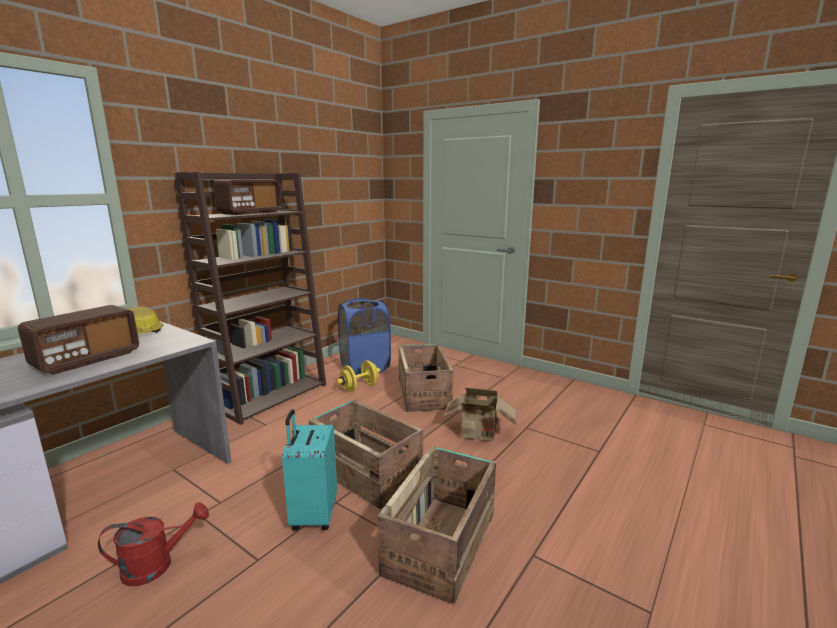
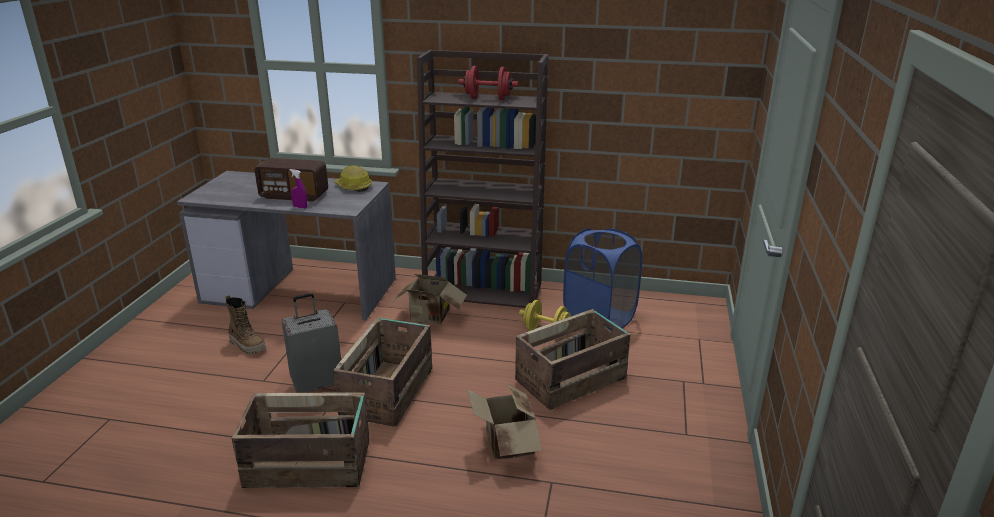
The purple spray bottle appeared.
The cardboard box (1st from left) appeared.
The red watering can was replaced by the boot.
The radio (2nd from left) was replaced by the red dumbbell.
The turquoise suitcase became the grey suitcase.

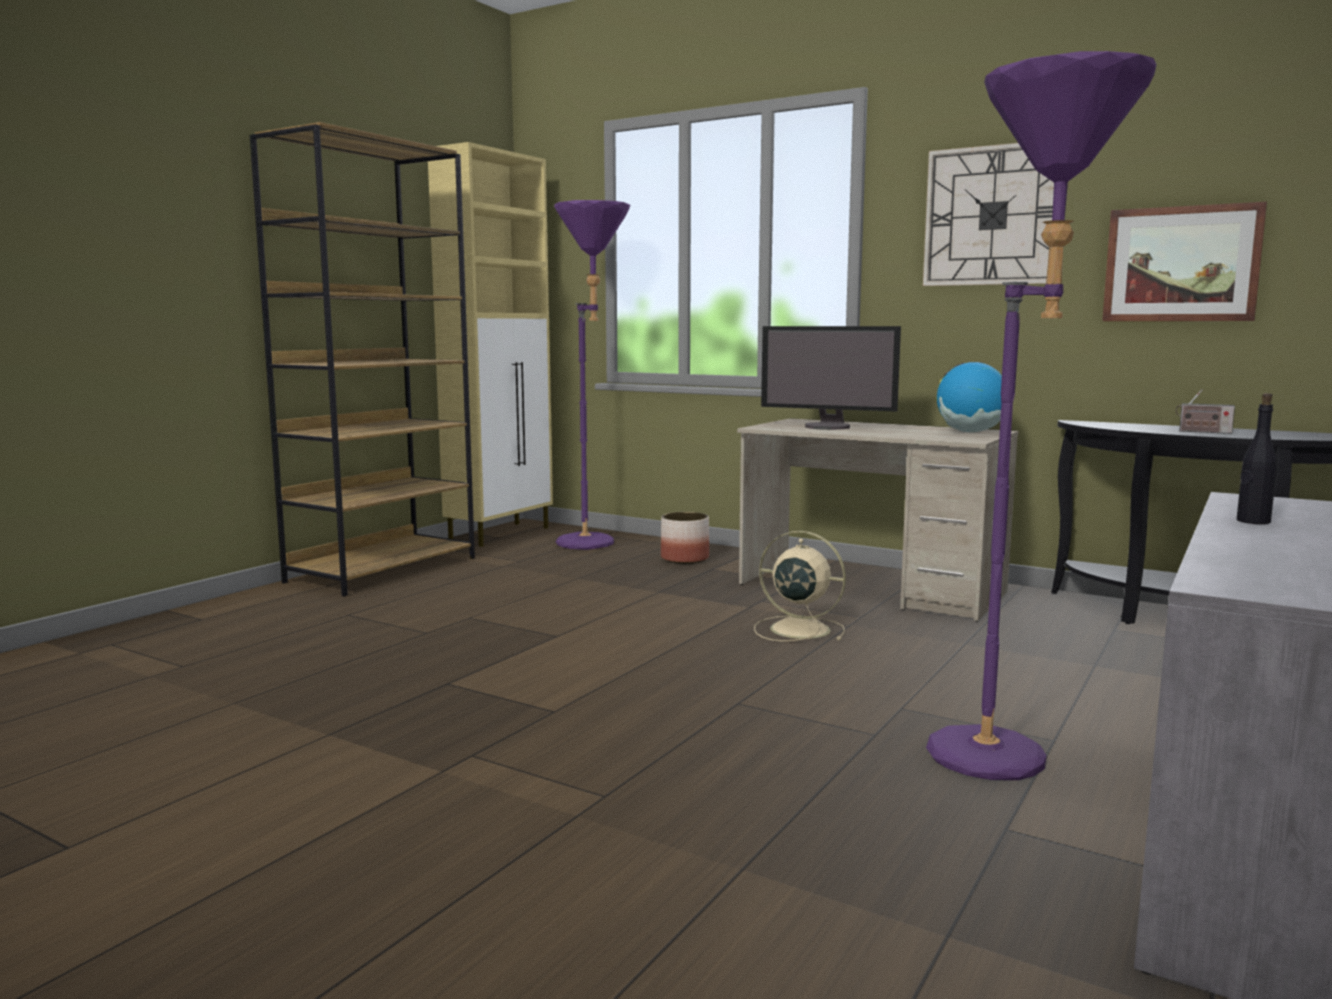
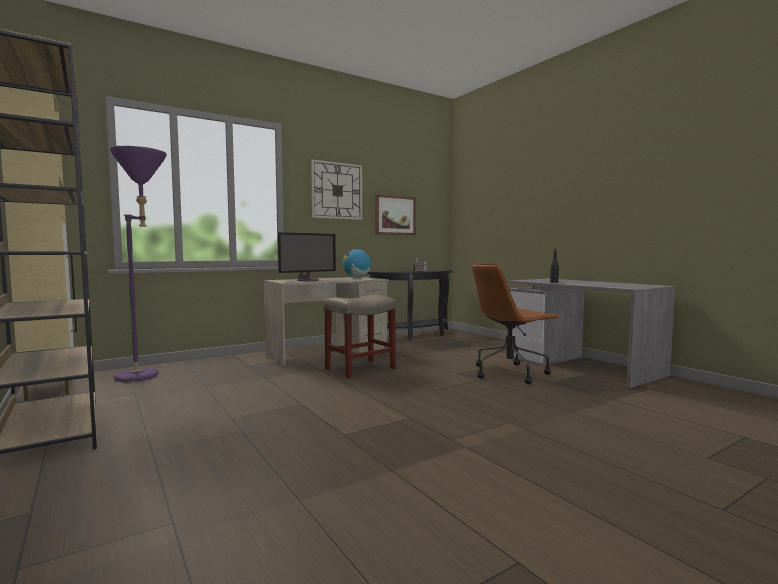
The planter disappeared.
The beige fan was replaced by the beige stool.
The purple floor lamp (2nd from left) was replaced by the brown office chair.

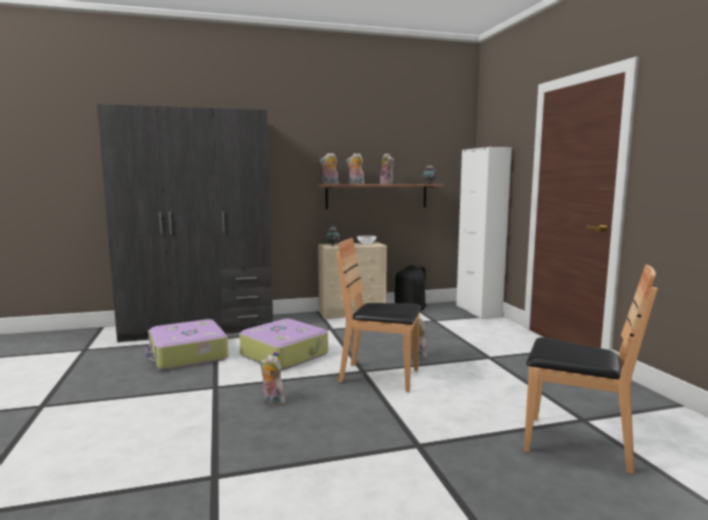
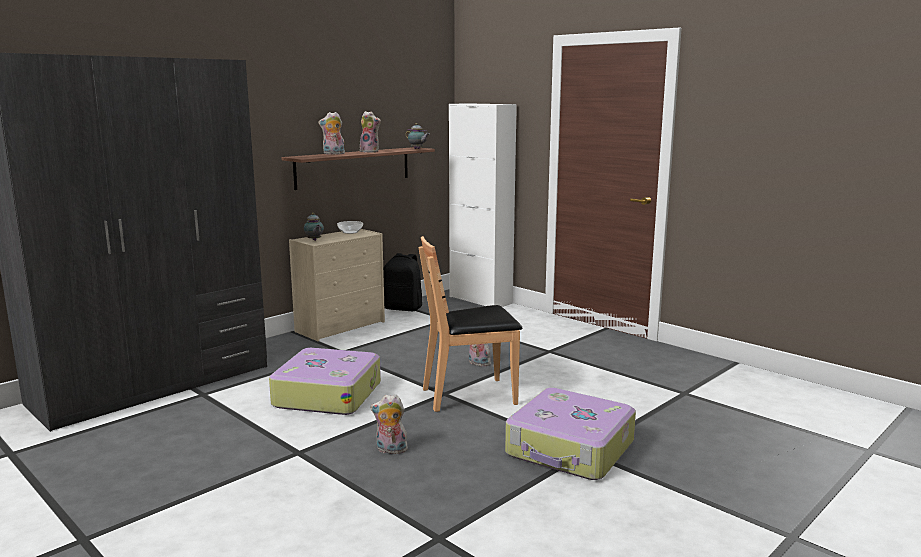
The plush toy (2nd from left) disappeared.
The brown chair (2nd from left) disappeared.
The suitcase (1st from left in the first image) moved.

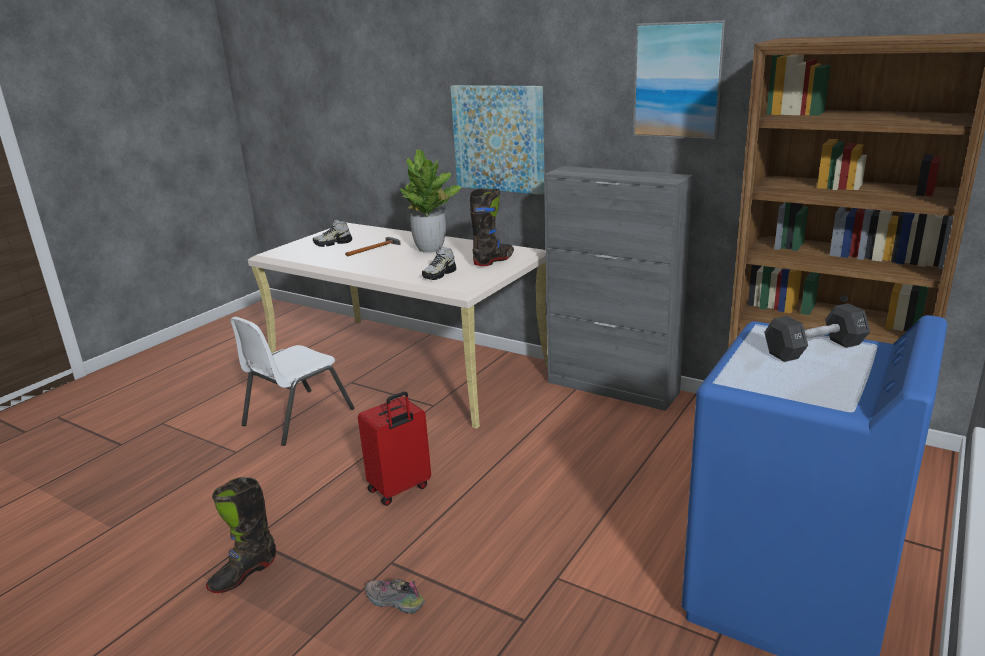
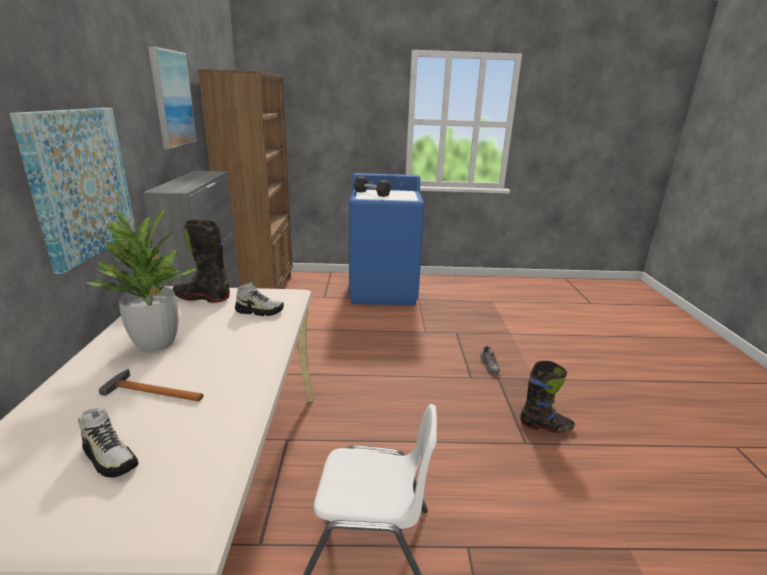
The red suitcase disappeared.

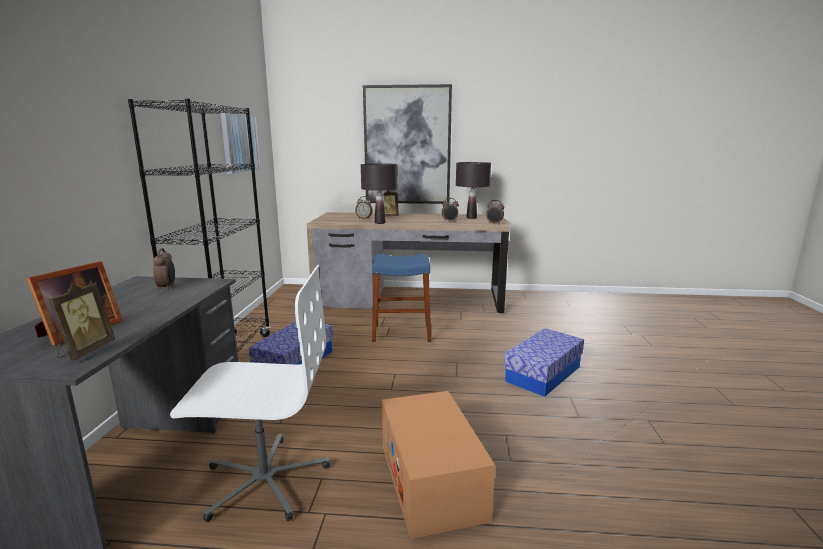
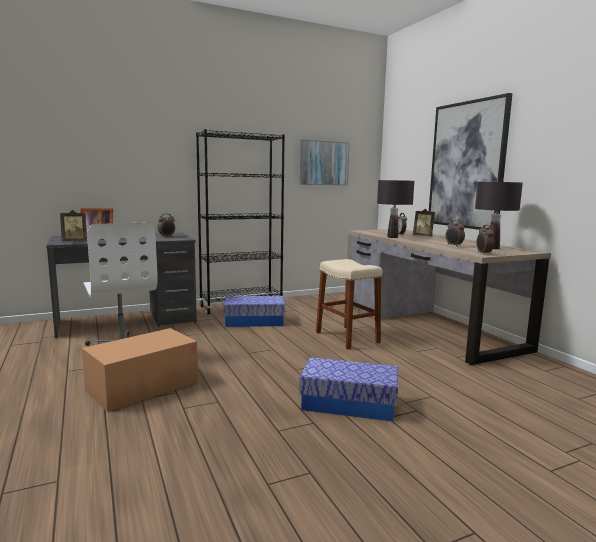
The blue stool became the beige stool.

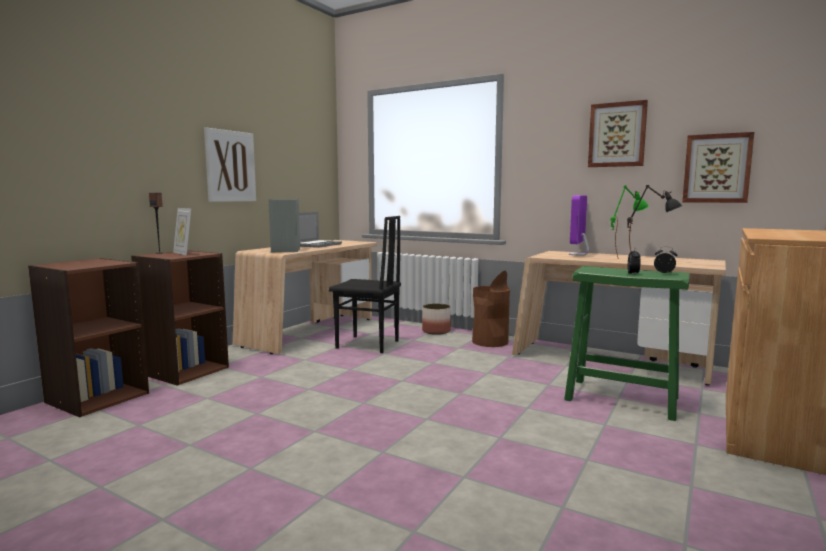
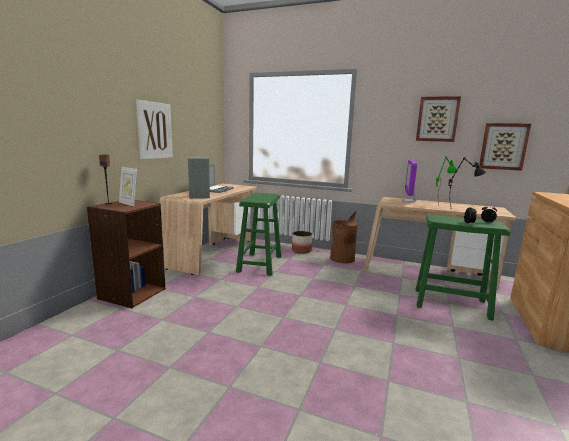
The brown bookcase (1st from left) disappeared.
The black chair was replaced by the green stool (1st from left).

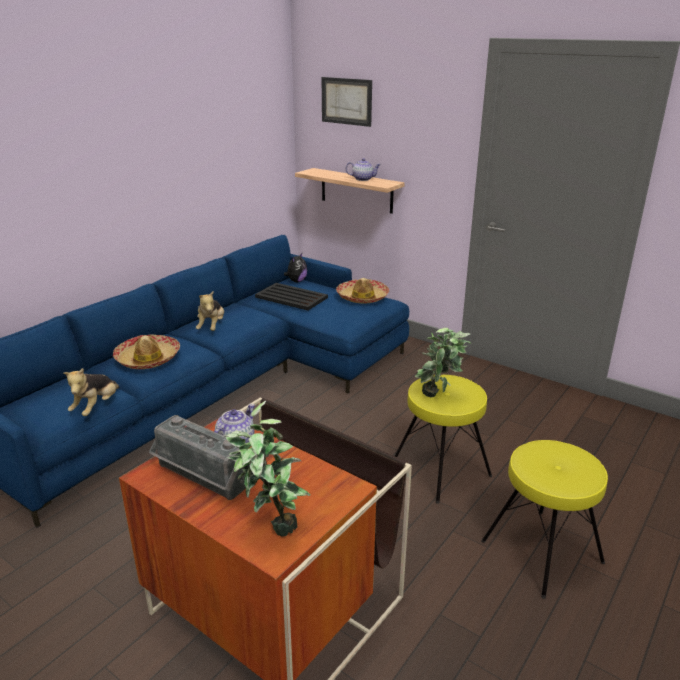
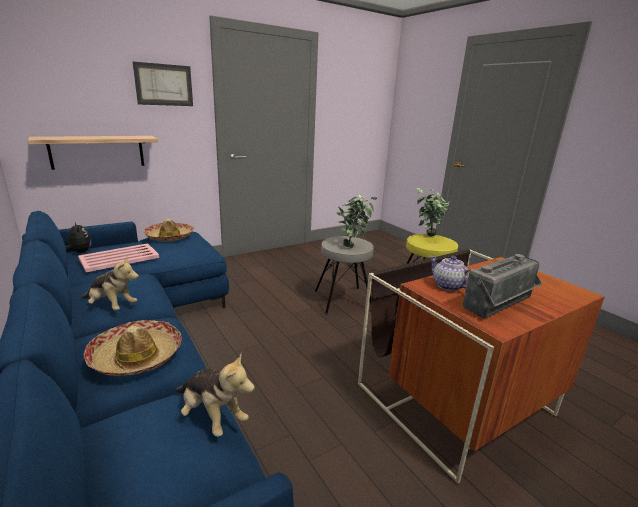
The teapot (2nd from left) disappeared.
The potted plant (1st from left in the first image) moved.
The picture moved.
The black tray became the pink tray.
The yellow stool (1st from left) became the grey stool.

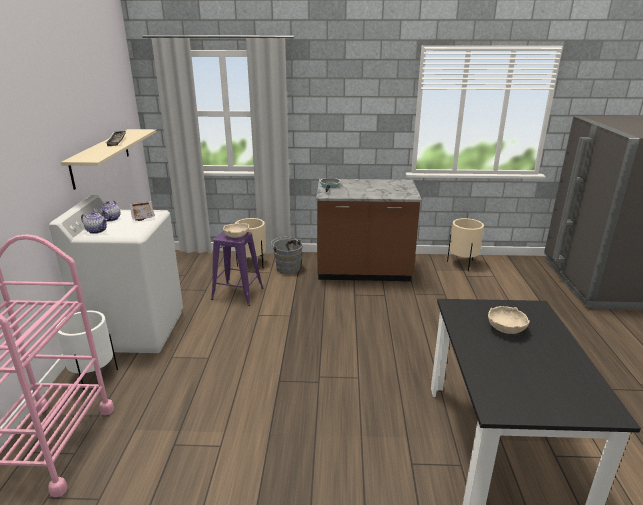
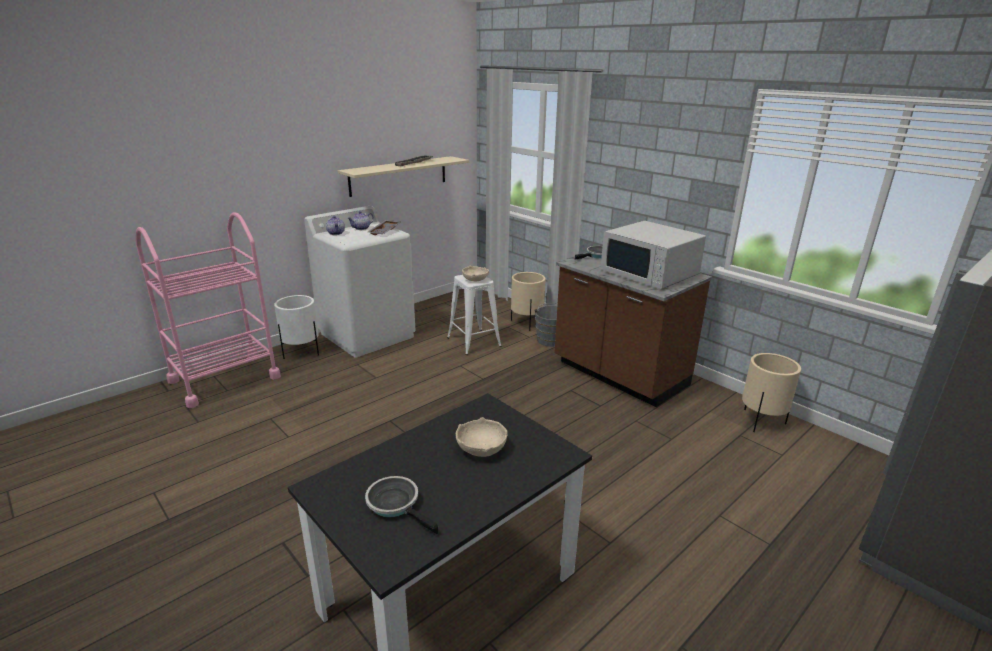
The frying pan (1st from left) appeared.
The white microwave appeared.
The purple stool became the white stool.

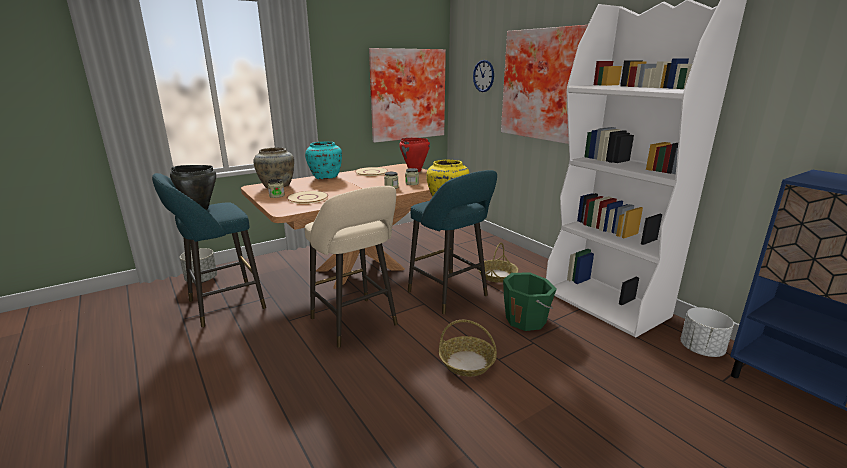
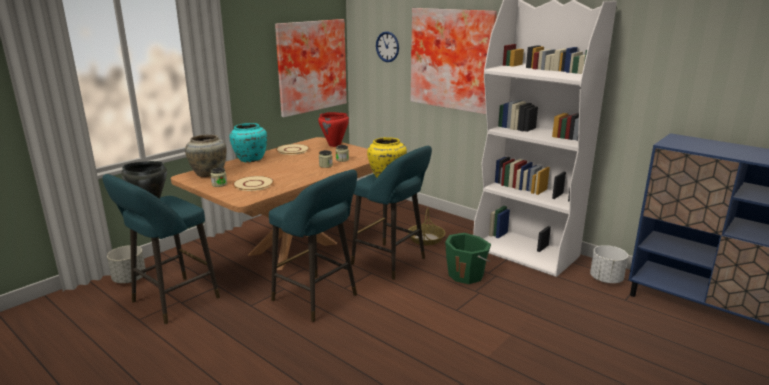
The basket (1st from left) disappeared.
The beige stool became the turquoise stool (2nd from left).

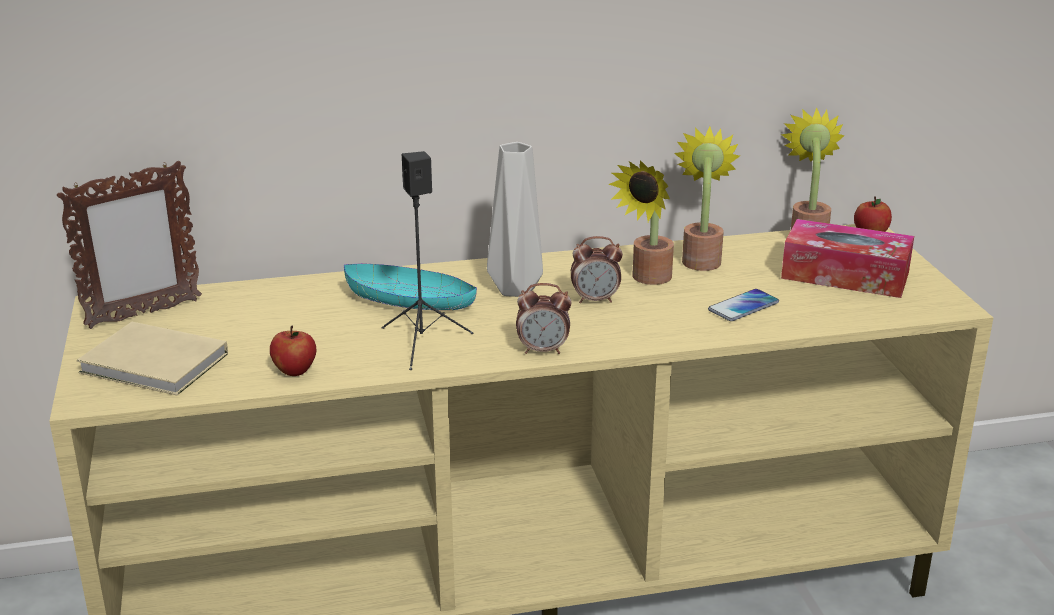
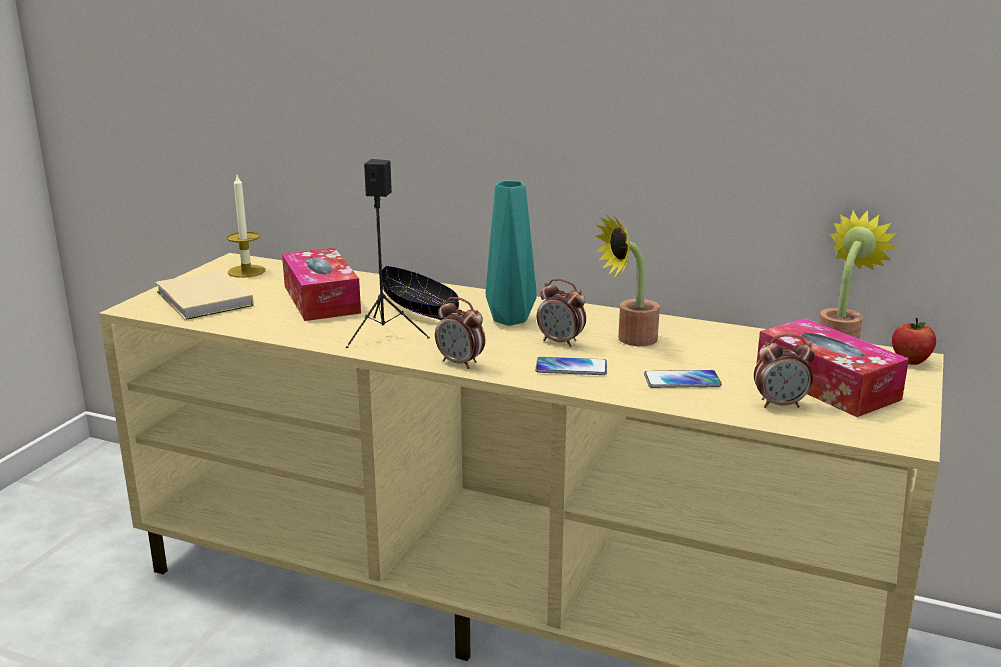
The apple (1st from left) disappeared.
The potted plant (2nd from left) disappeared.
The tissue box (1st from left) appeared.
The phone (1st from left) appeared.
The alarm clock (3rd from left) appeared.
The picture frame was replaced by the candle.
The turquoise bowl became the black bowl.
The grey vase became the turquoise vase.

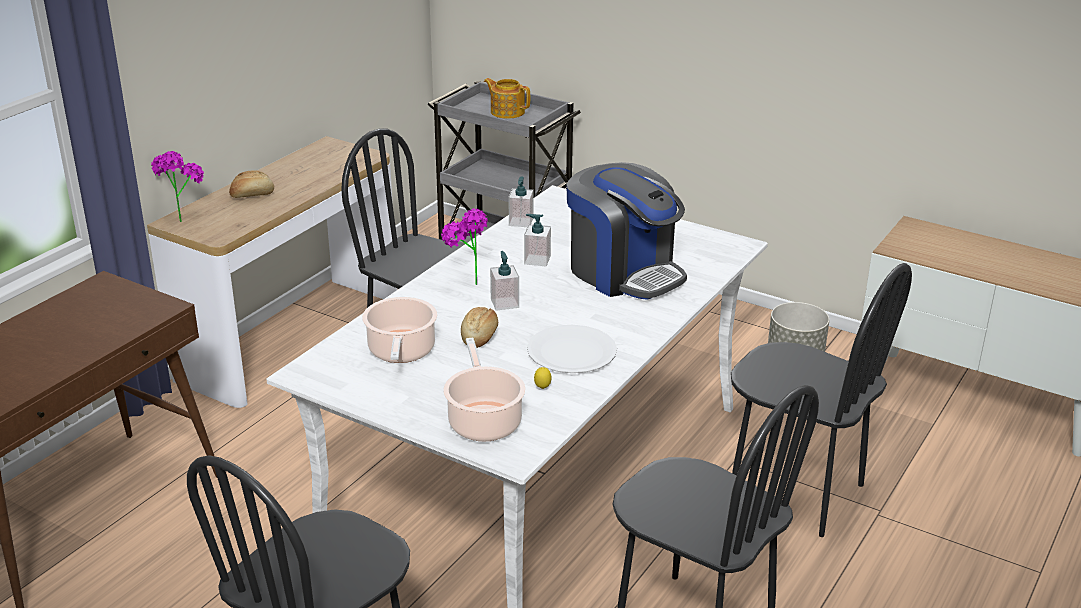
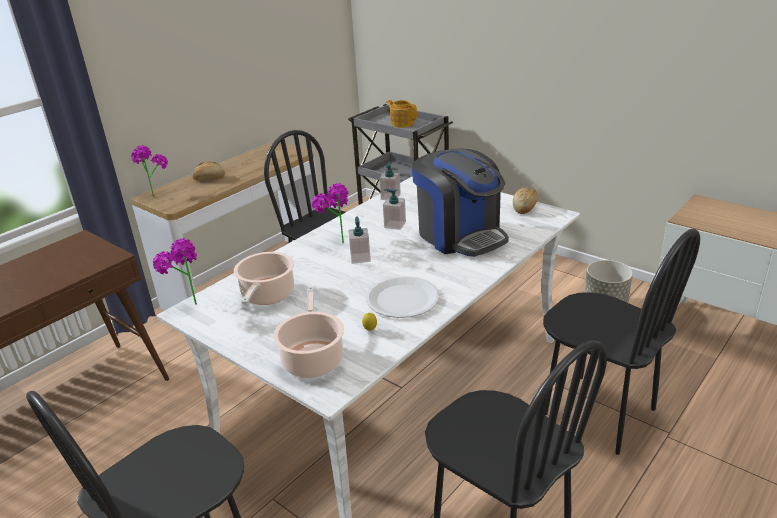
The potted plant (2nd from left) appeared.
The bread (2nd from left) moved.

